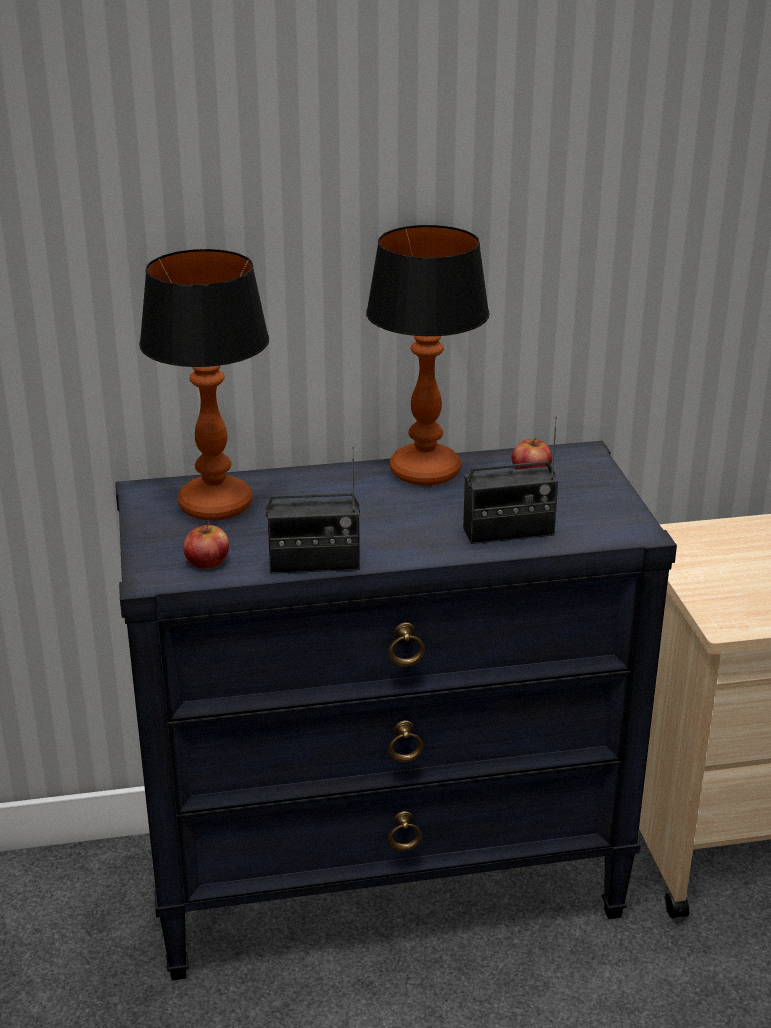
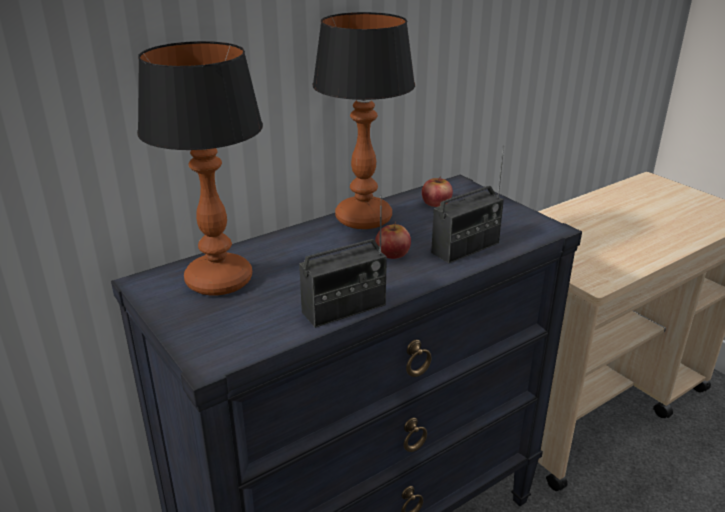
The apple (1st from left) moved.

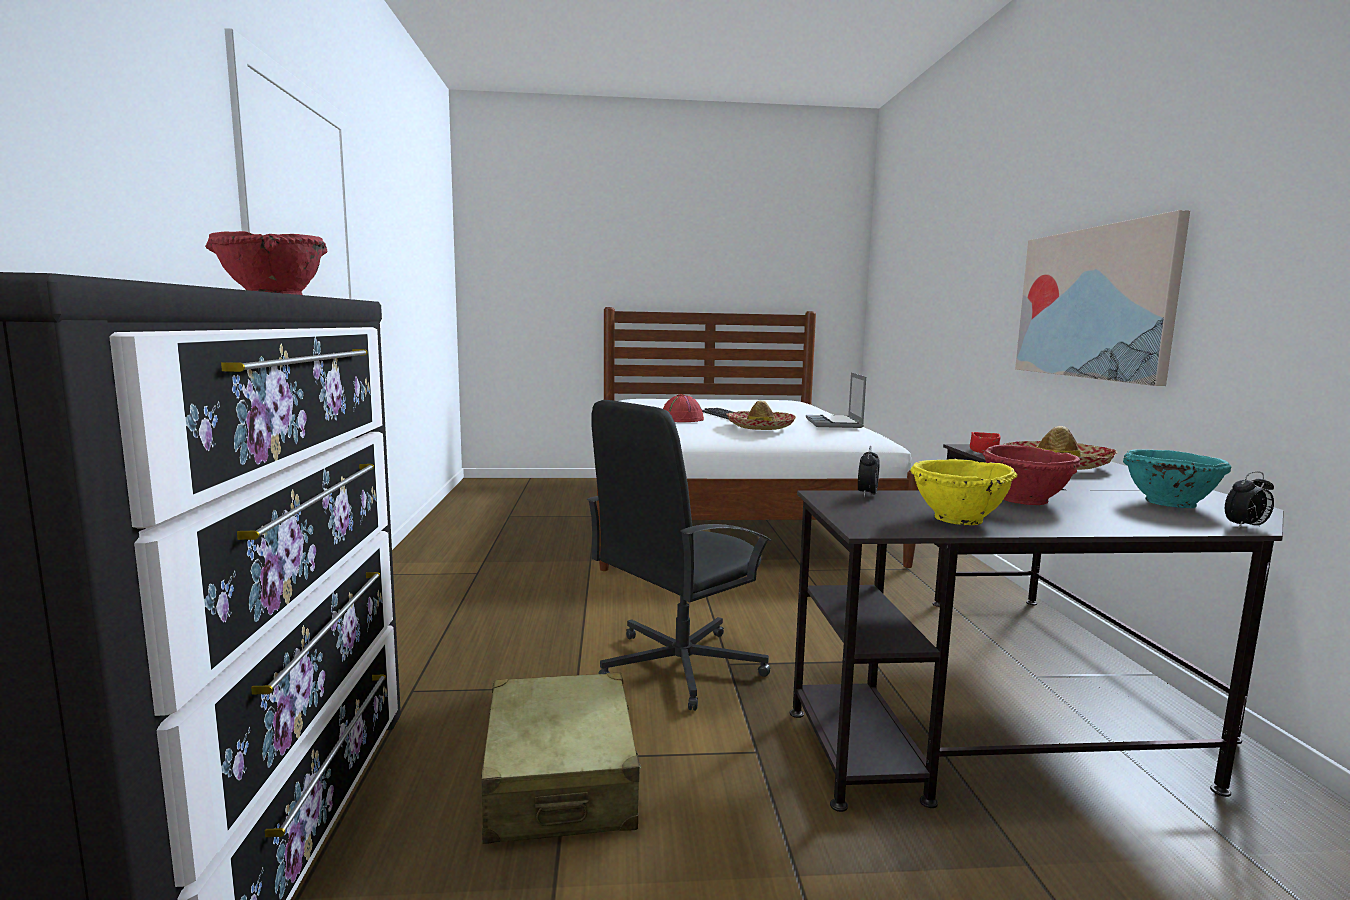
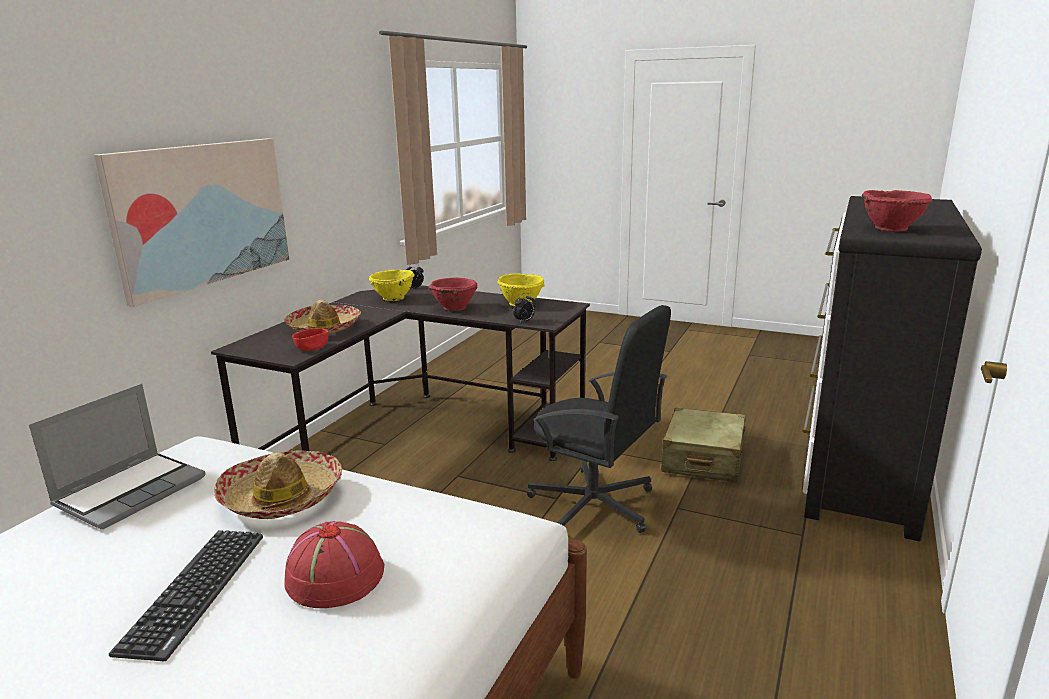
The turquoise bowl became the yellow bowl (1st from left).
The black office chair turned 45 degrees clockwise.

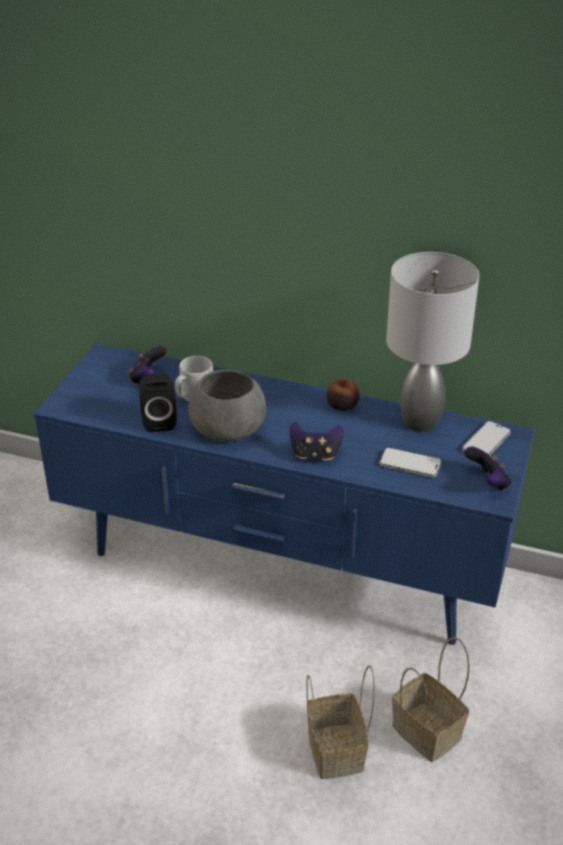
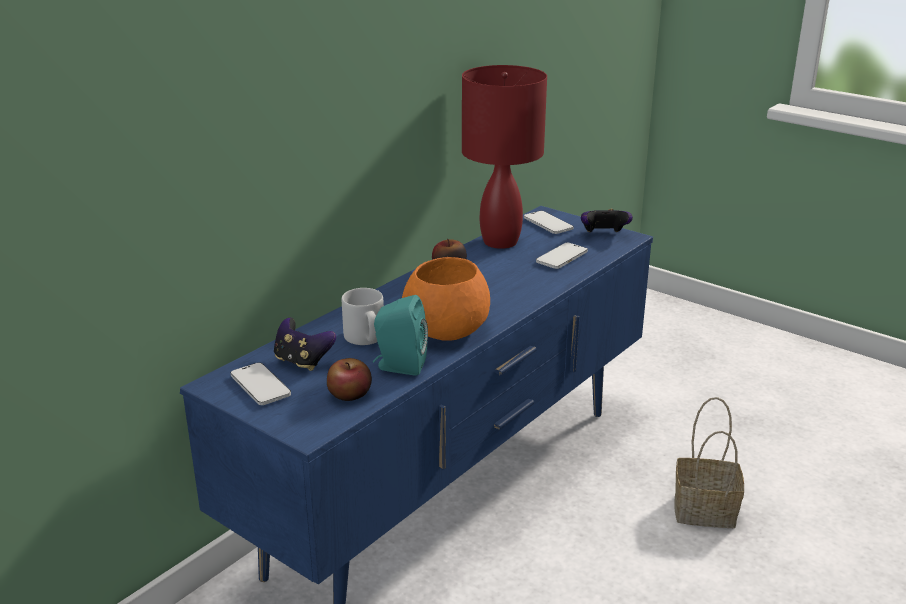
The game controller (2nd from left) disappeared.
The basket (2nd from left) disappeared.
The phone (1st from left) appeared.
The apple (1st from left) appeared.
The black speaker became the turquoise speaker.
The grey bowl became the orange bowl.
The grey table lamp became the red table lamp.

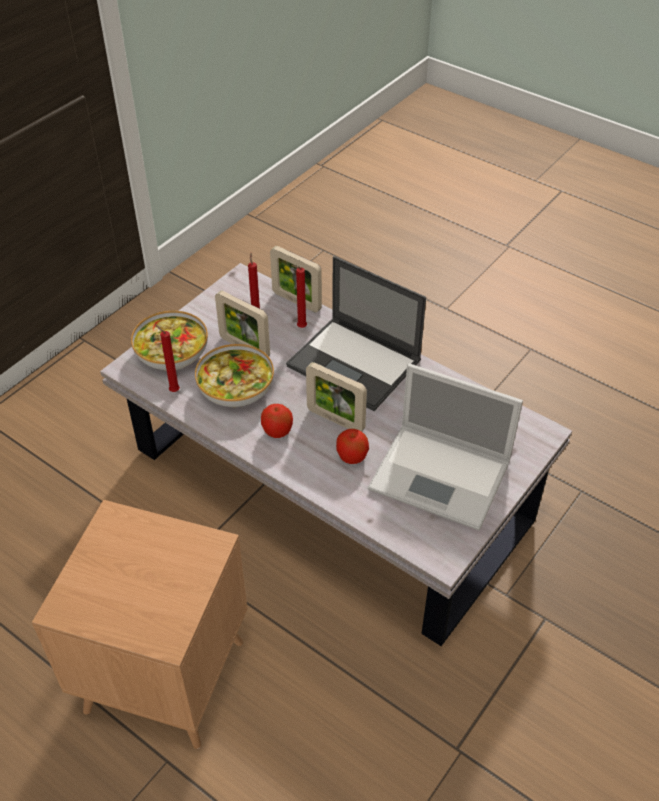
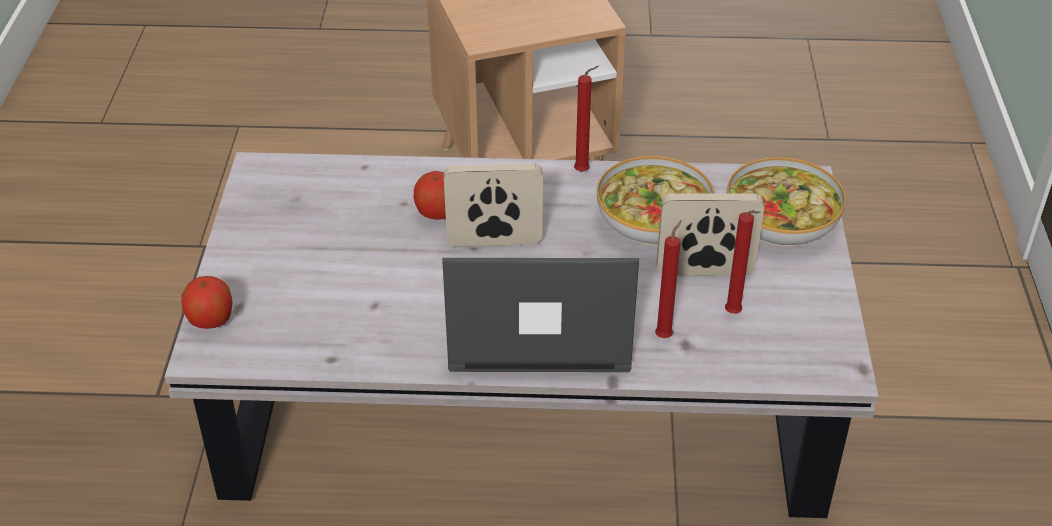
The picture frame (2nd from left) disappeared.
The laptop (2nd from left) disappeared.
The red candle (1st from left) moved.
The apple (1st from left) moved.

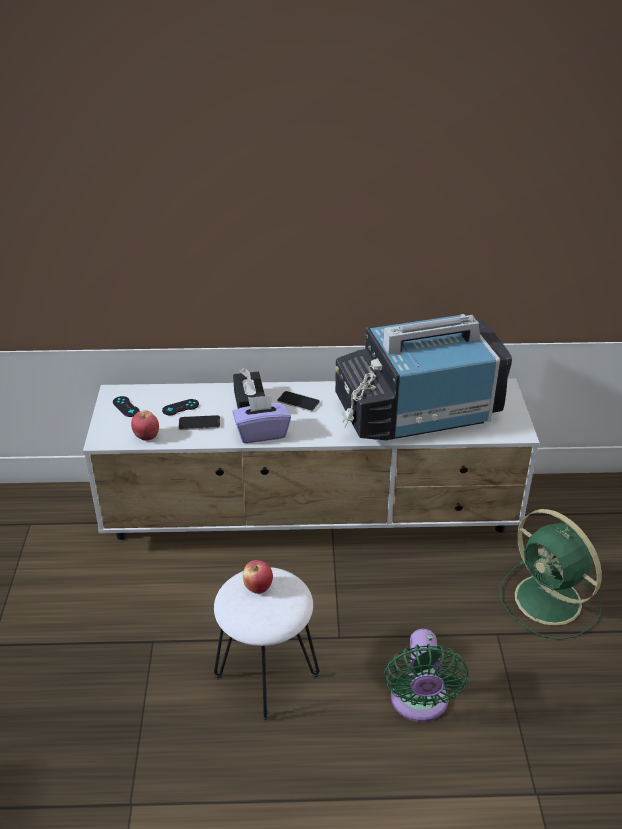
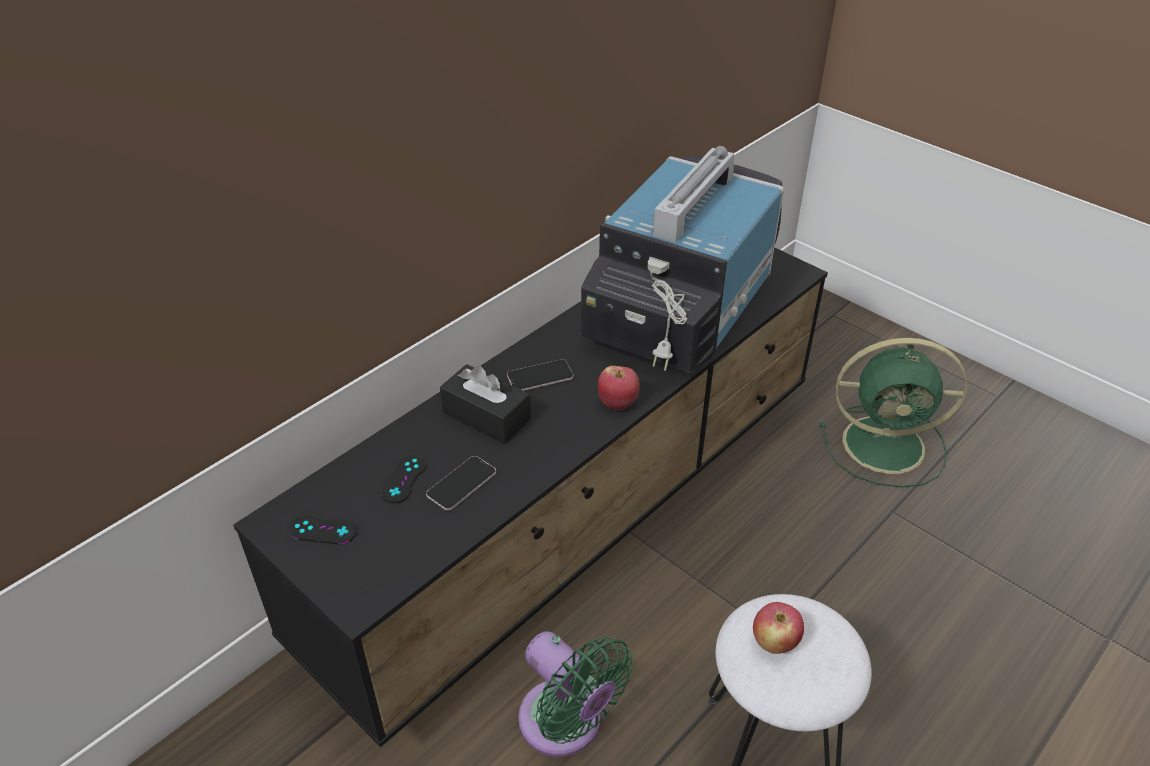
The purple tissue box disappeared.
The apple (1st from left) moved.
The green fan (1st from left) moved.
The white tv stand became the black tv stand.

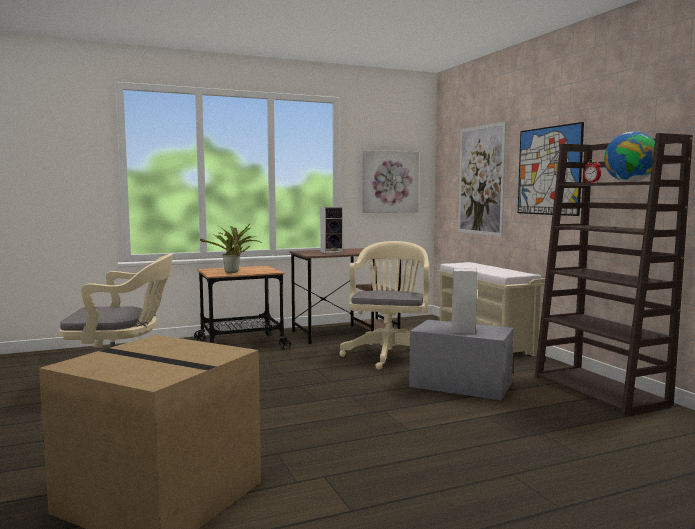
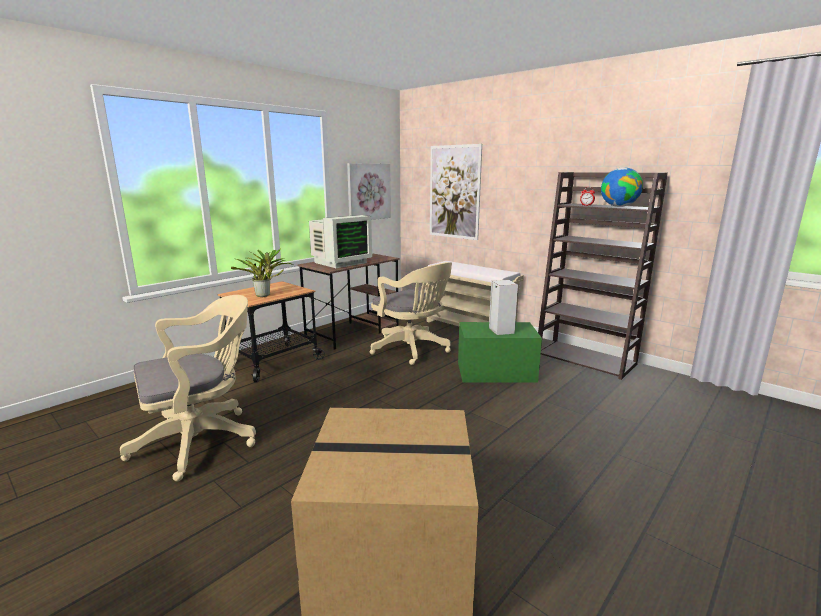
The picture (3rd from left) disappeared.
The speaker (1st from left) was replaced by the monitor.
The grey storage box became the green storage box.
The beige office chair (2nd from left) turned 150 degrees clockwise.

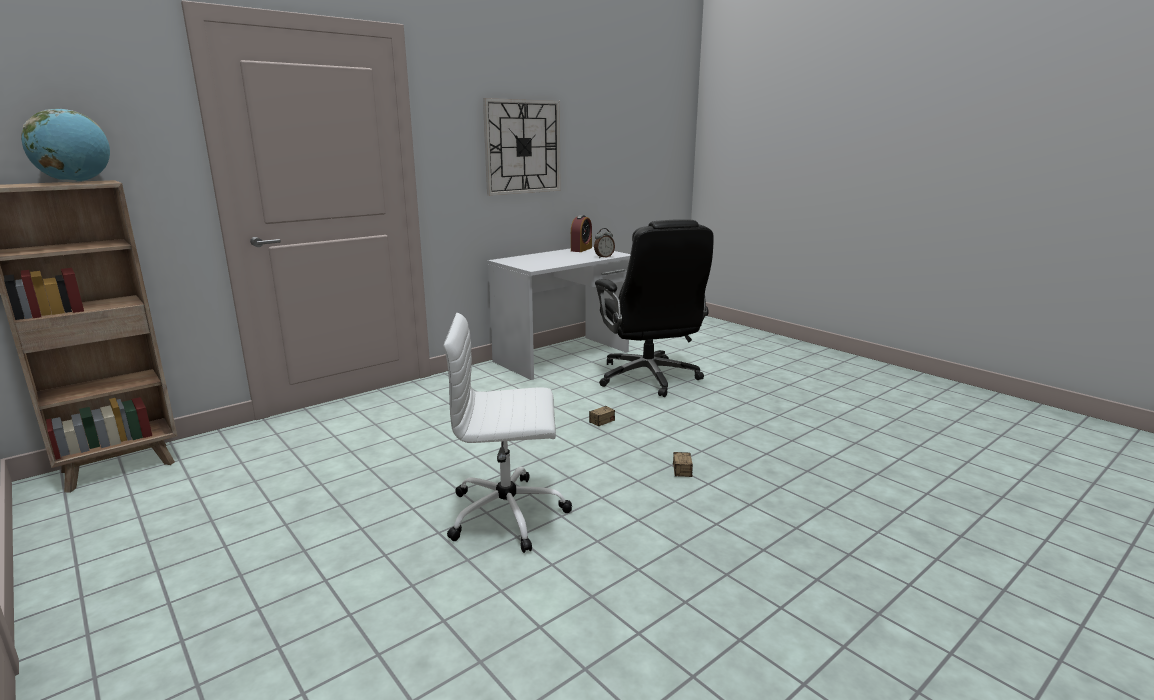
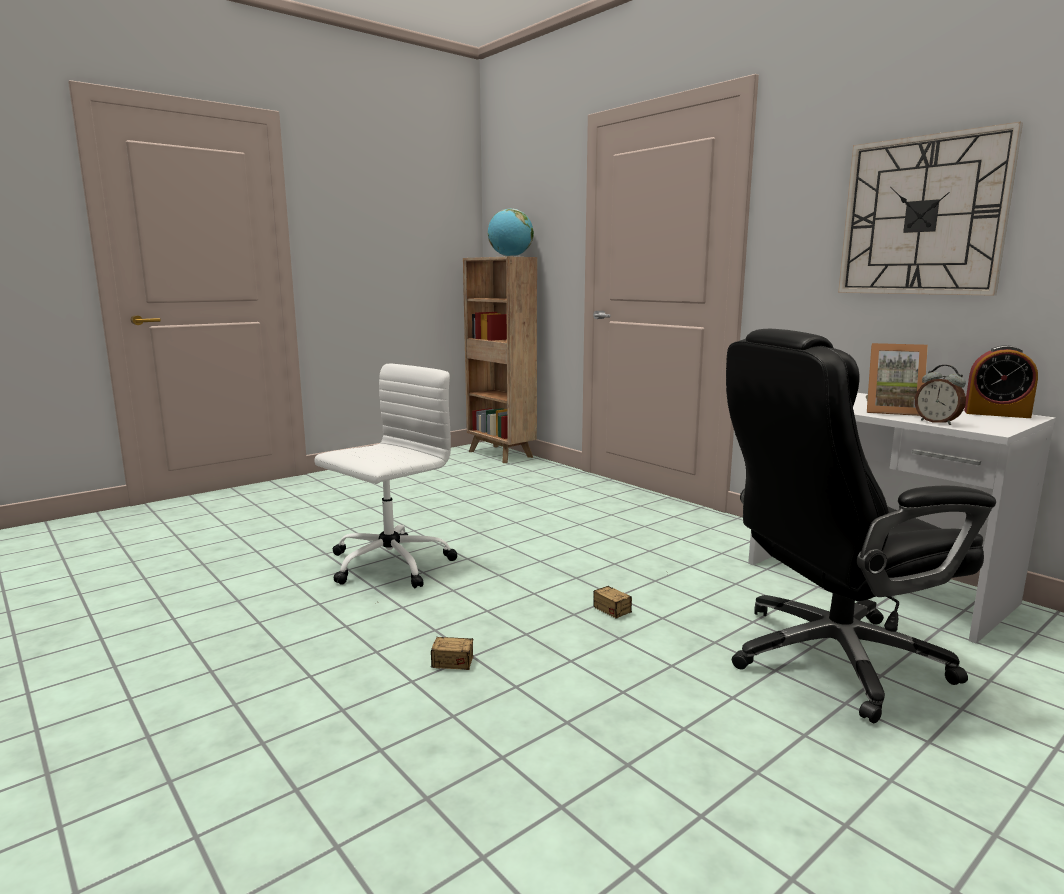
The picture frame appeared.
The white office chair turned 45 degrees clockwise.

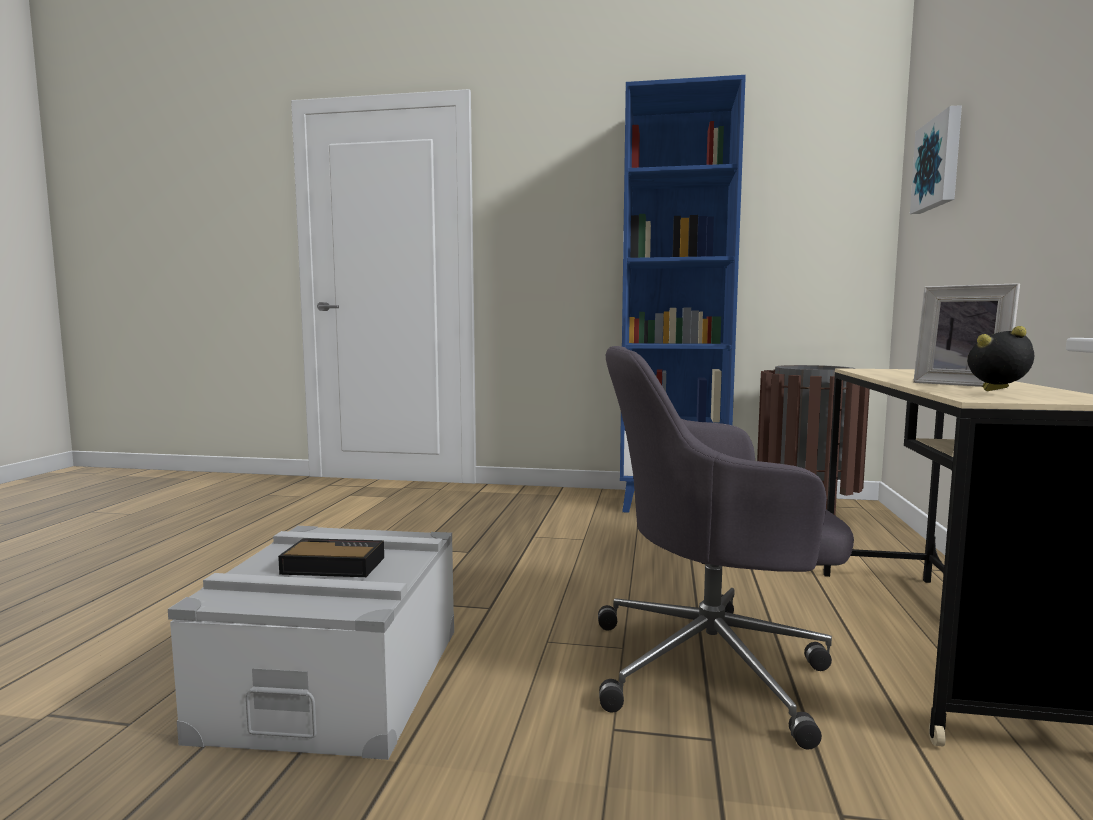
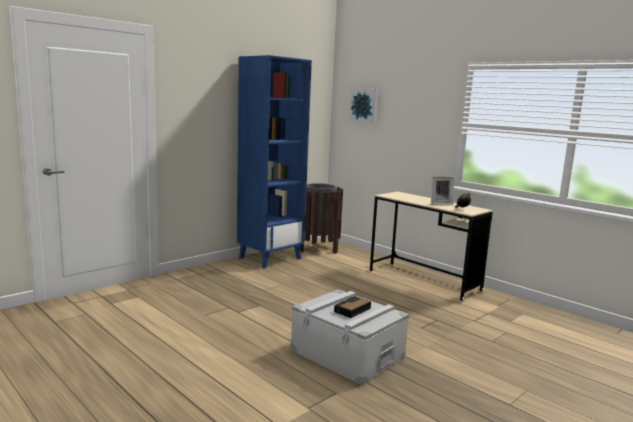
The grey office chair disappeared.

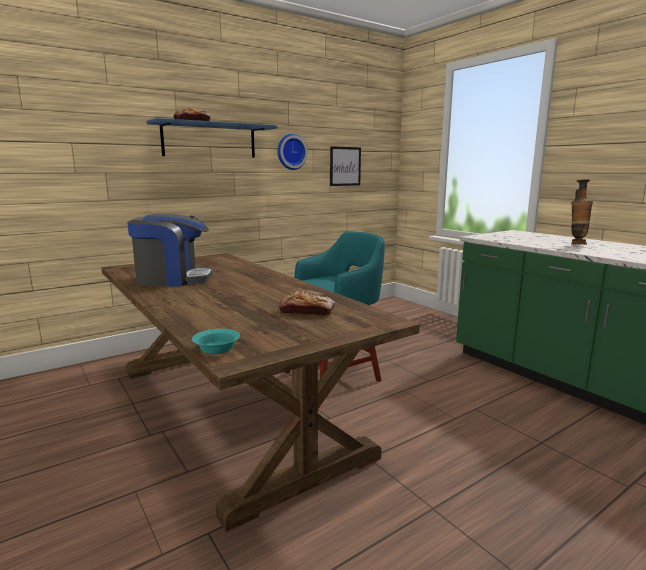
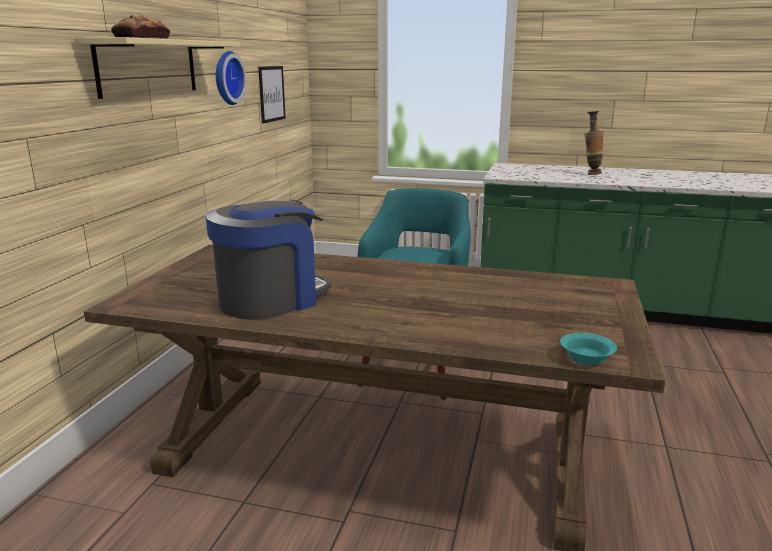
The bread (2nd from left) disappeared.
The blue shelf became the beige shelf.

